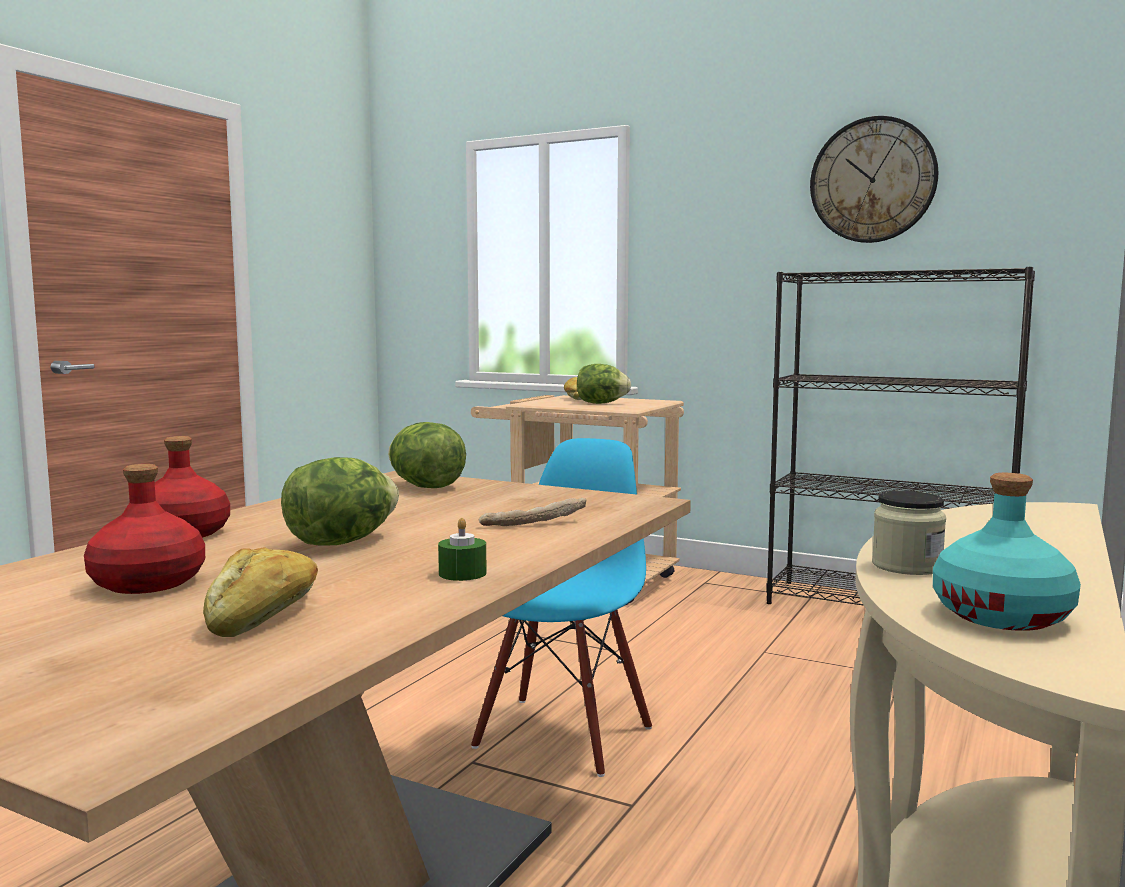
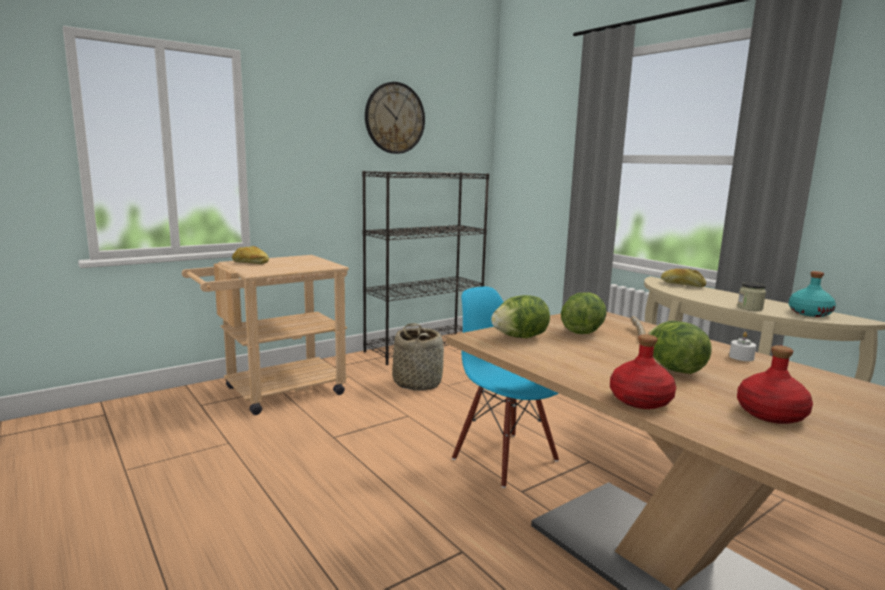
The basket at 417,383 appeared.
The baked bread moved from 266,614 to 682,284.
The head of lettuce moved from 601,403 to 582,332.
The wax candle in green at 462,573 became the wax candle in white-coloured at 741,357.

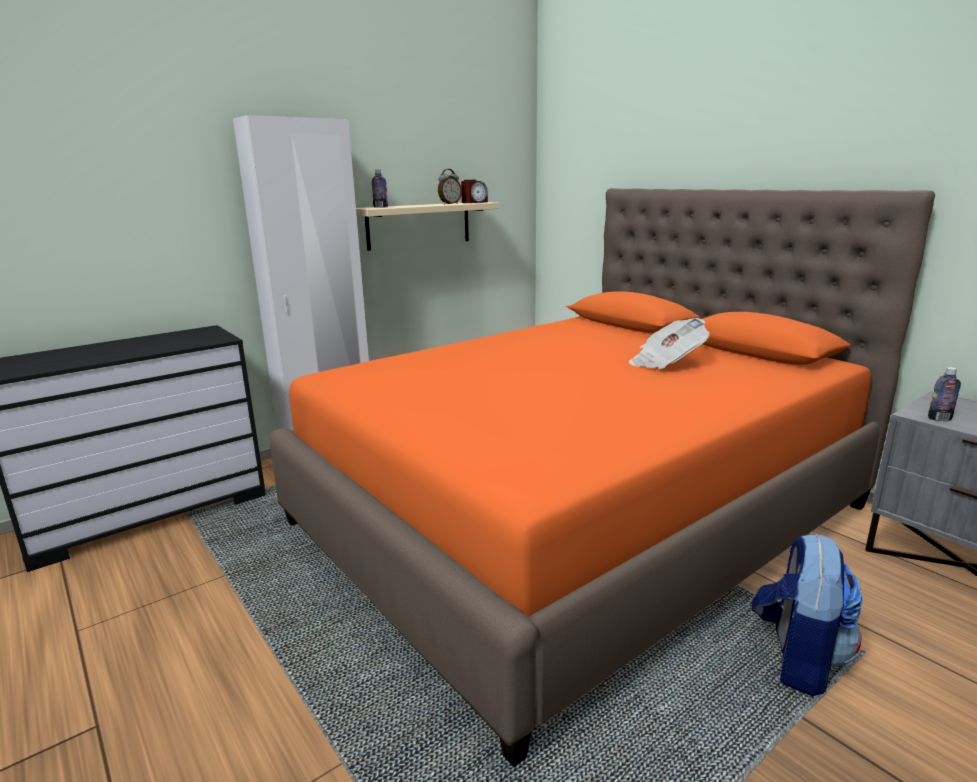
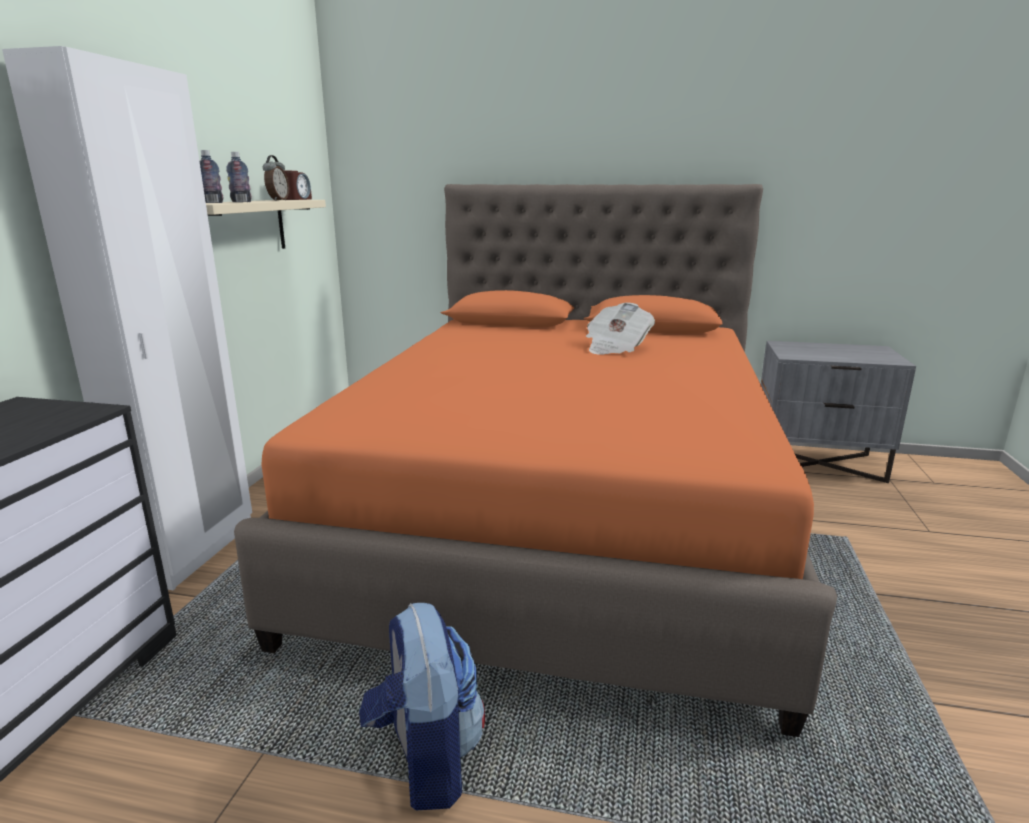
The rucksack moved from 797,658 to 425,759.
The beverage bottle moved from 939,419 to 241,202.

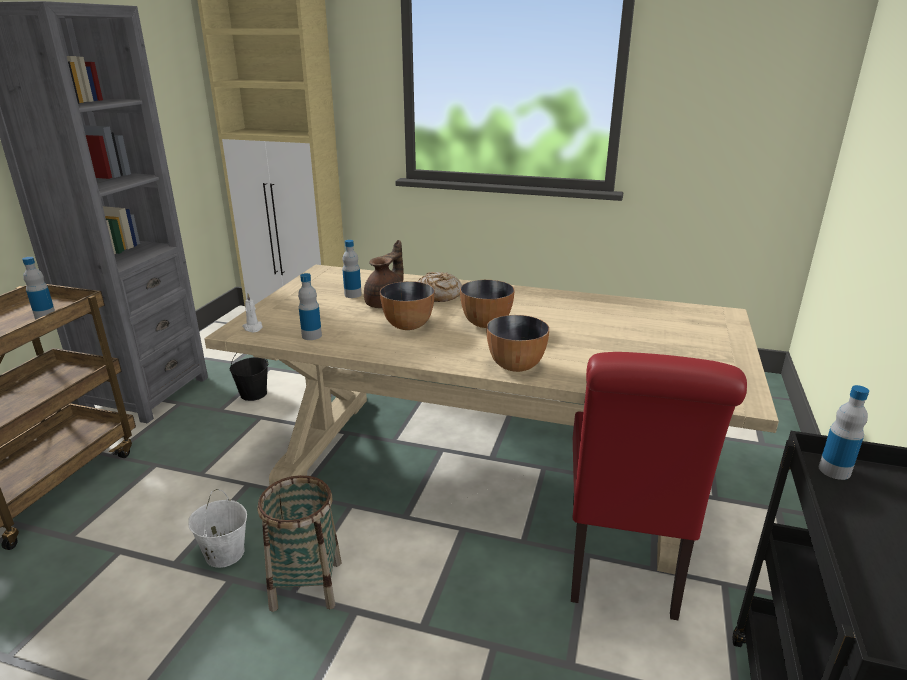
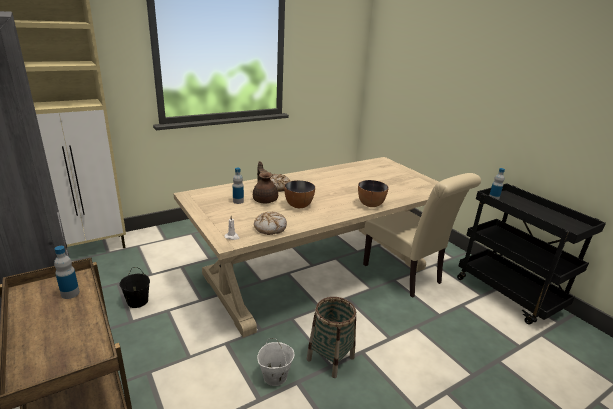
The bowl at 486,323 disappeared.
The beverage bottle at 311,336 was replaced by the baked bread at 270,227.
The chair in red at 622,562 became the chair in beige-coloured at 405,275.

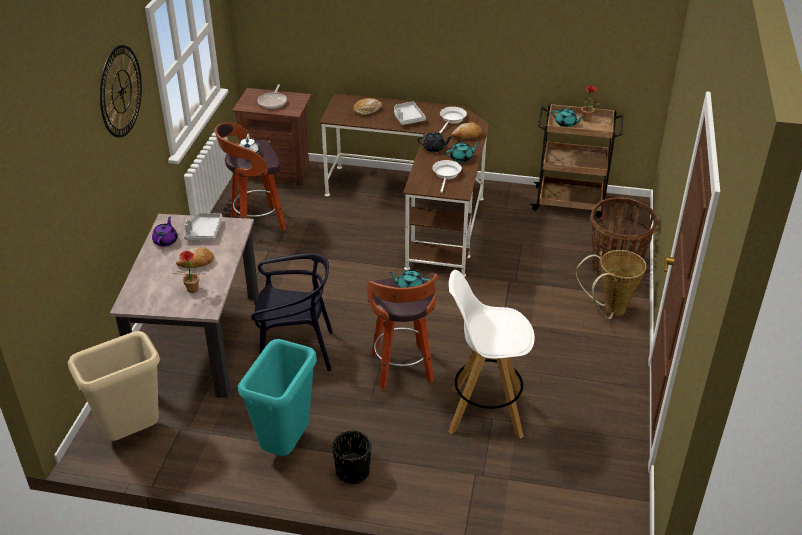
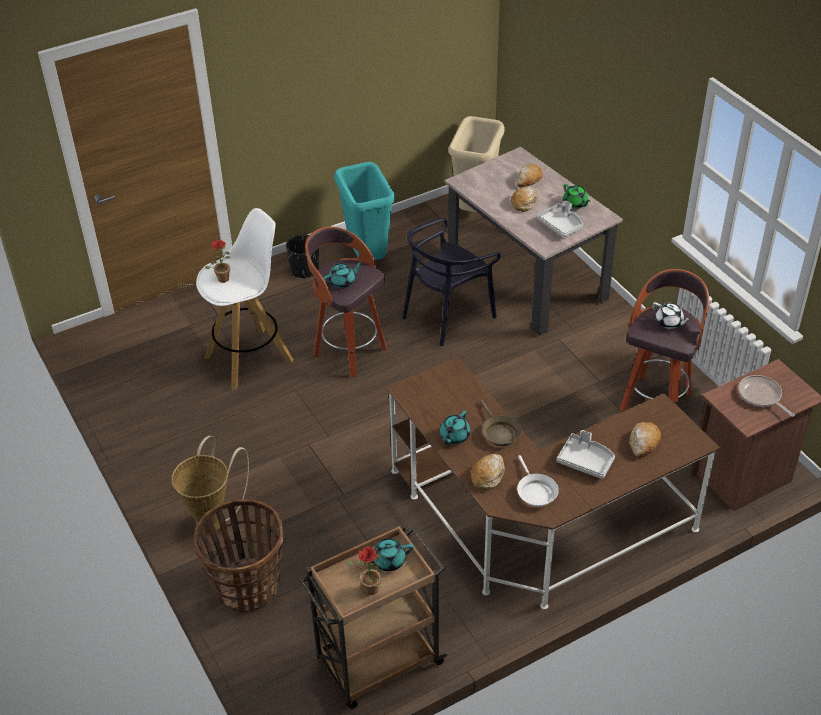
The wall clock at 121,91 disappeared.
The pan in white-coloured at 446,175 disappeared.
The baked bread at 528,180 appeared.
The houseplant moved from 191,291 to 223,277.
The pot for tea in black at 434,148 was replaced by the pan in brown at 499,432.
The pot for tea in purple-coloured at 166,241 became the pot for tea in green at 575,203.

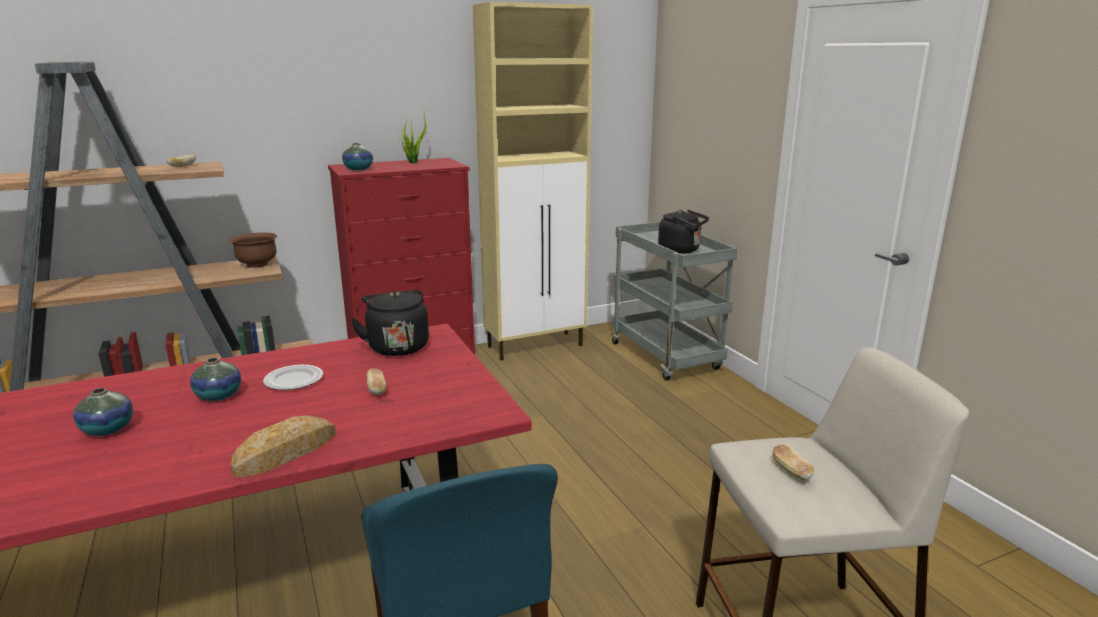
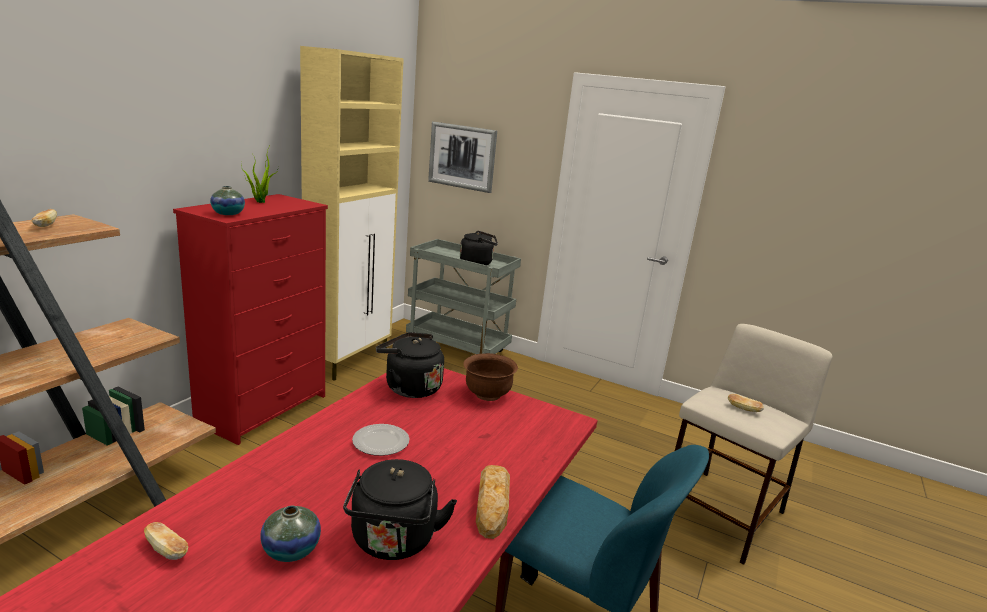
The flower vase at 218,396 disappeared.
The water kettle in black at 393,542 appeared.
The wall art at 462,156 appeared.
The bowl in brown moved from 257,264 to 487,394.
The baked bread moved from 377,389 to 167,550.

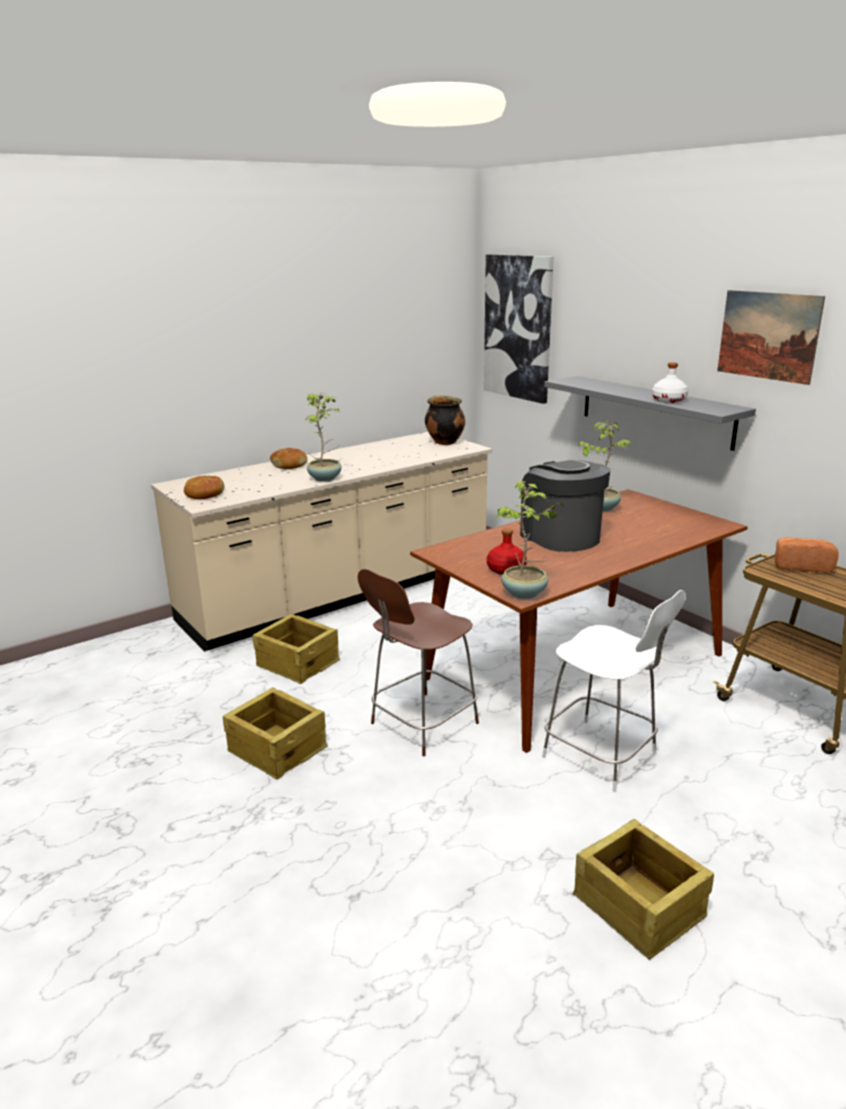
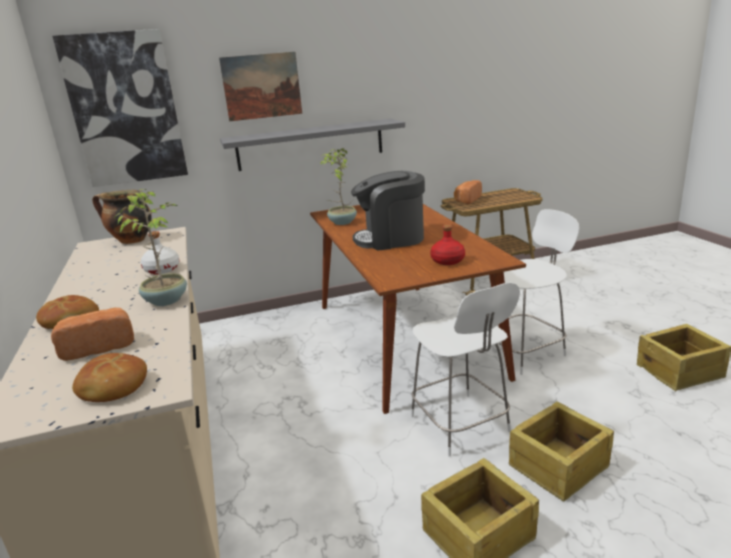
The houseplant at 525,593 disappeared.
The baked bread at 99,346 appeared.
The packing crate moved from 298,662 to 557,465.
The beverage bottle in white-coloured moved from 669,400 to 162,269.
The wall art moved from 768,336 to 262,86.
The chair in brown at 421,725 became the chair in white-coloured at 461,425.

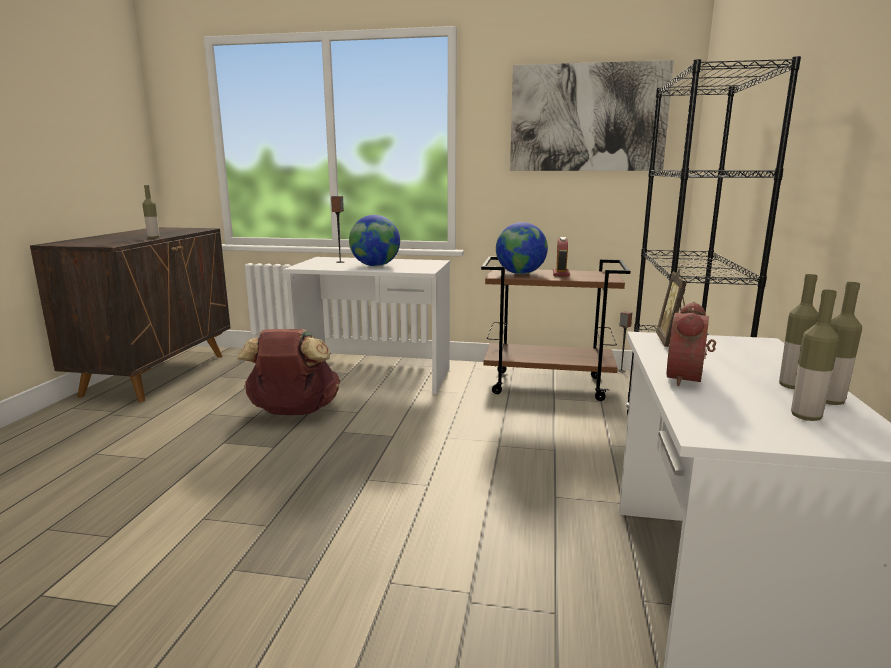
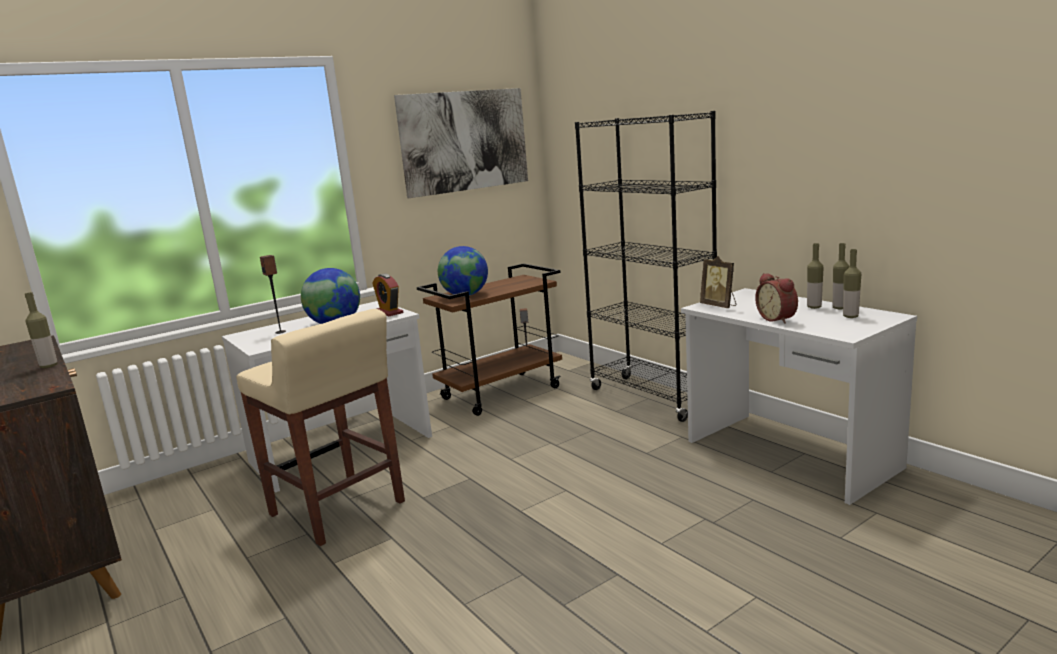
The table clock moved from 561,273 to 389,312.
The rucksack in brown at 293,412 was replaced by the stool in beige-coloured at 338,509.

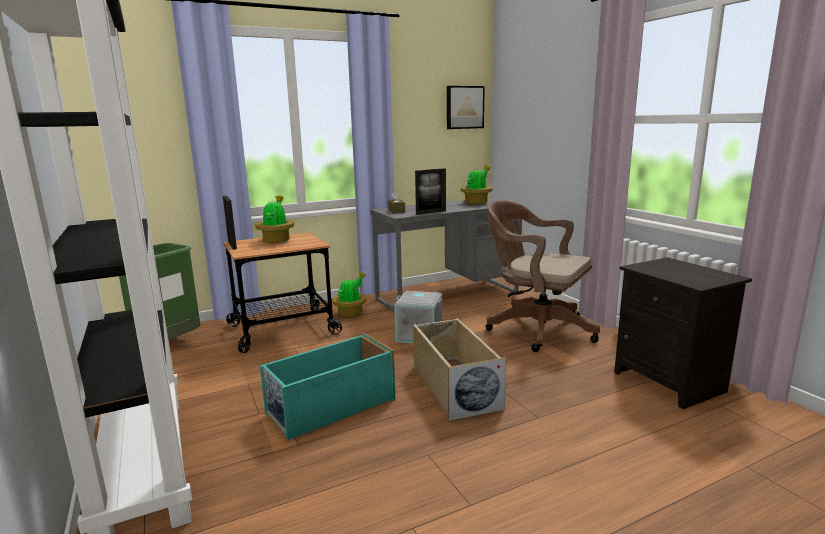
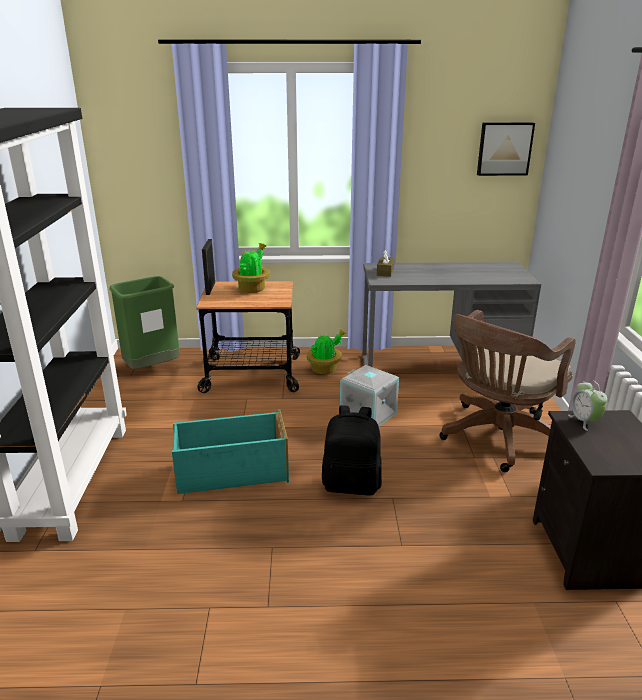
The photo frame at 431,212 disappeared.
The houseplant at 476,202 disappeared.
The table clock at 584,421 appeared.
The storage box in beige-coloured at 454,386 was replaced by the rucksack in black at 352,484.
The office chair in brown at 535,328 turned 105 degrees counterclockwise.

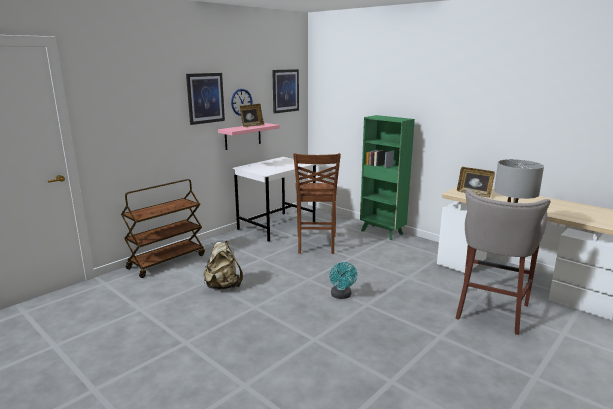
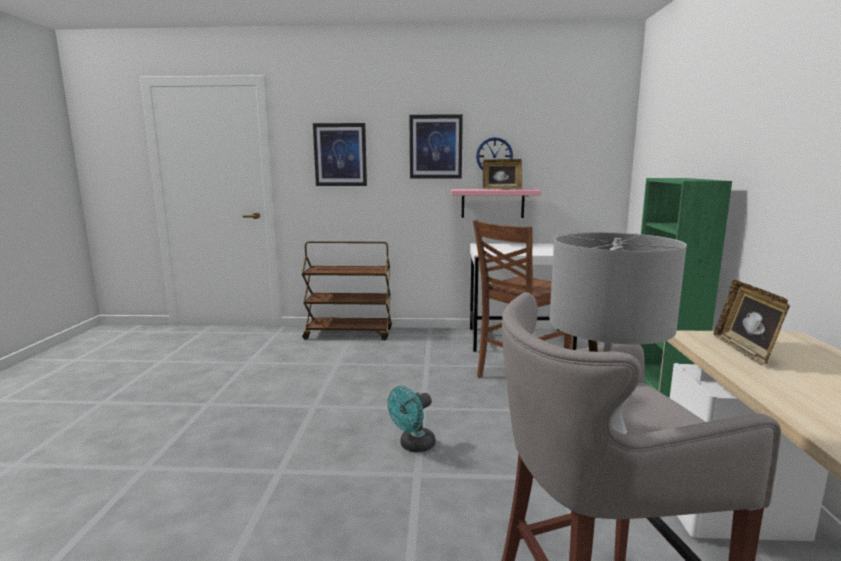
The rucksack in beige-coloured at 223,286 disappeared.
The wall art moved from 285,91 to 340,155.

